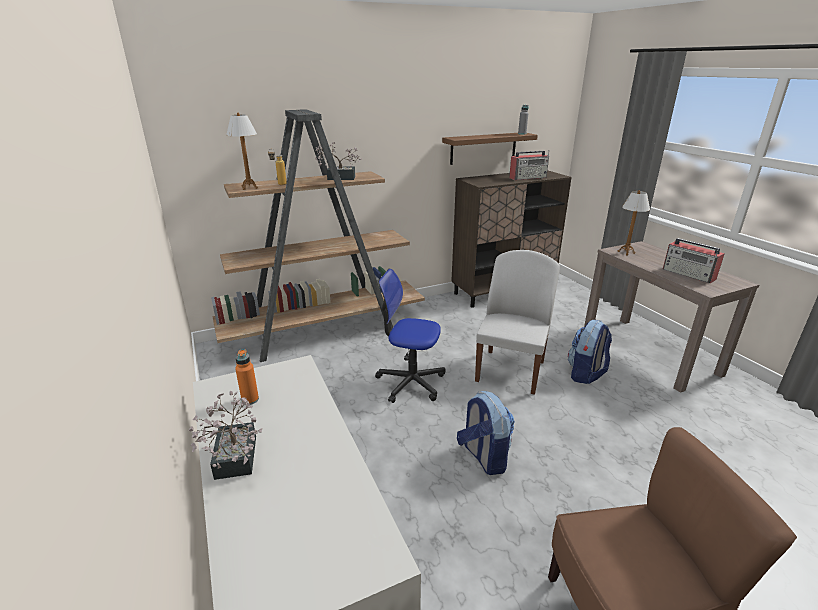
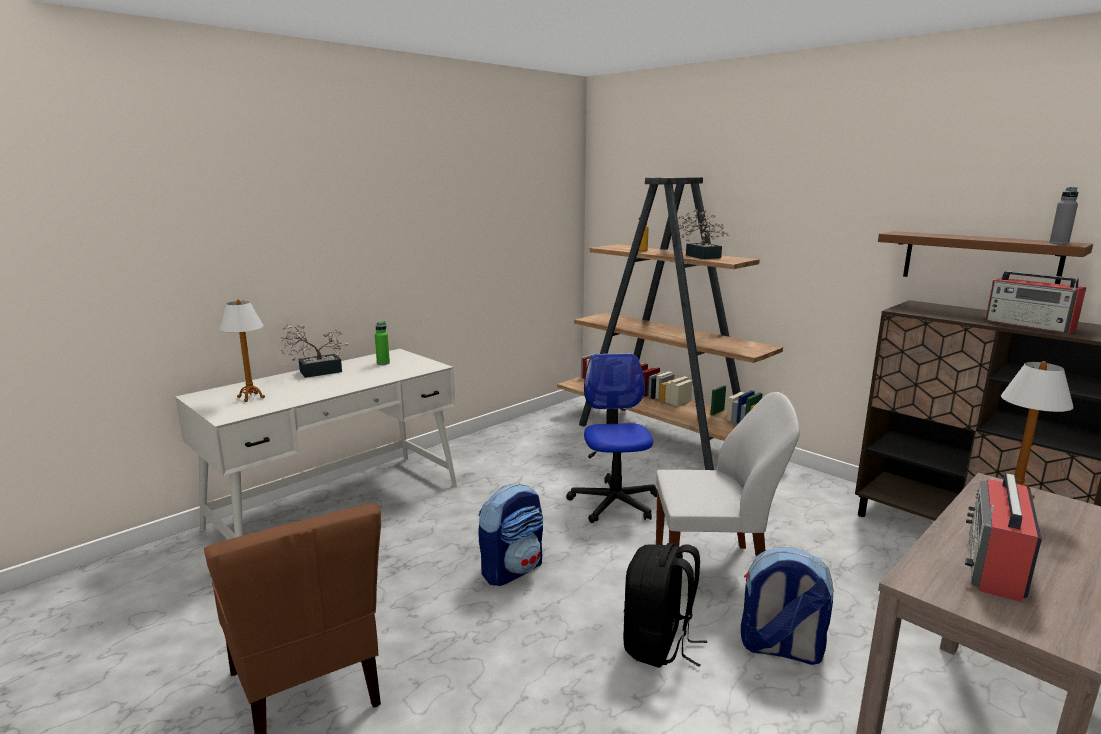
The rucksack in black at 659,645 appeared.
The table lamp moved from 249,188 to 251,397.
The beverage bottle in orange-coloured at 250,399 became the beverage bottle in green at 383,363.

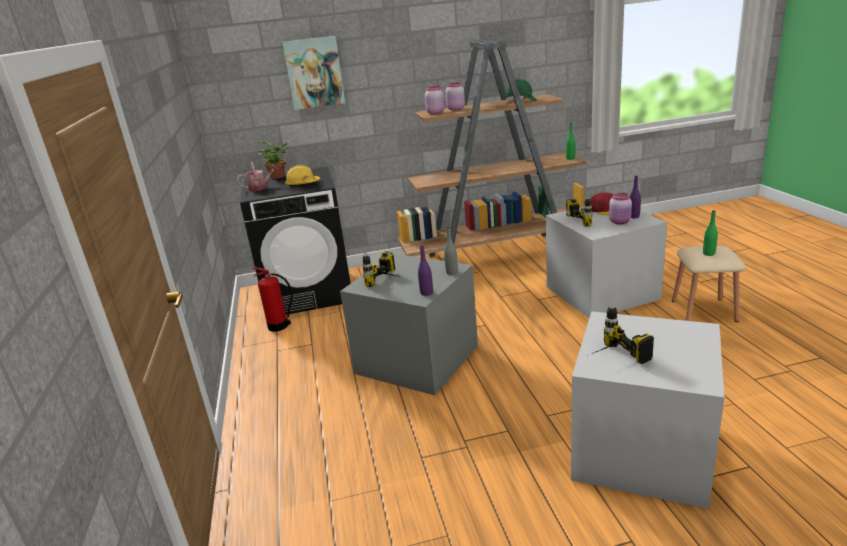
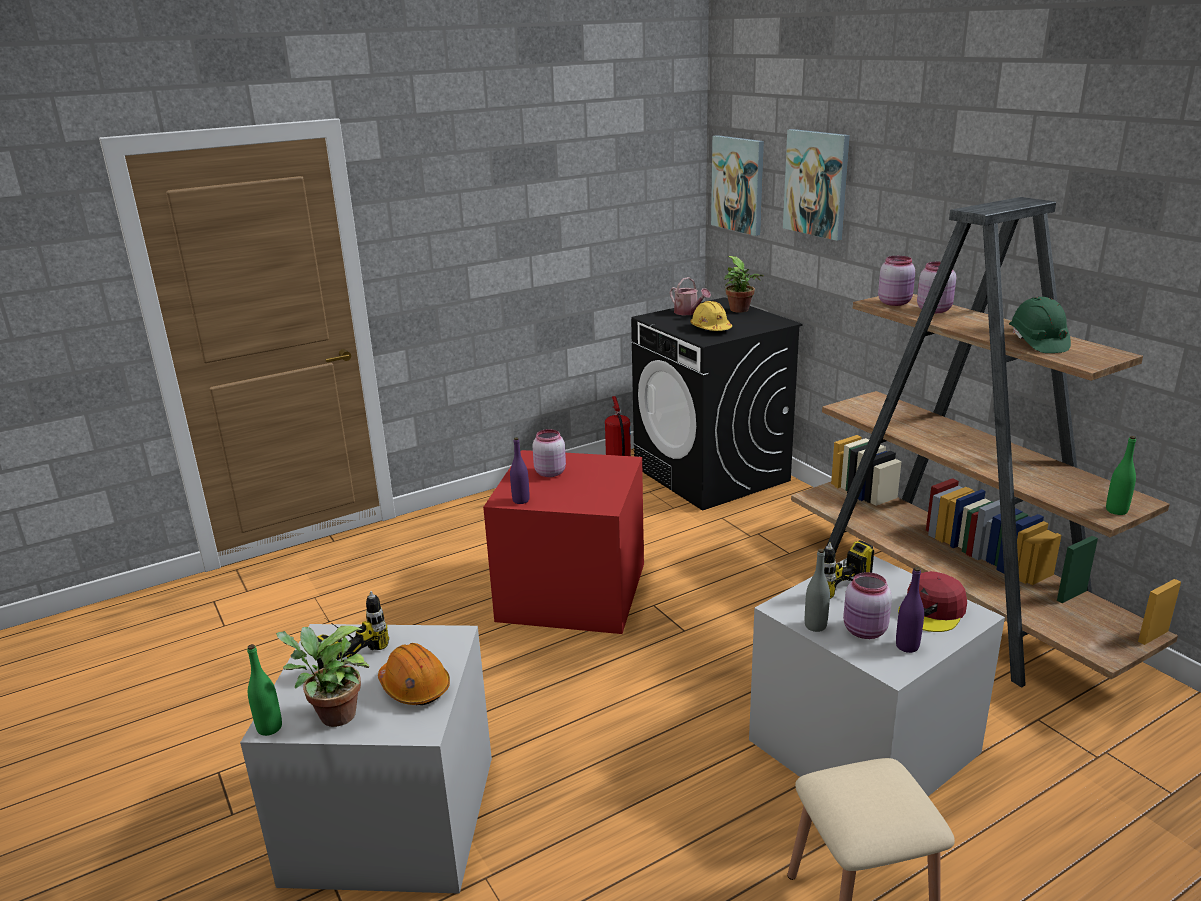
The houseplant at 333,716 appeared.
The safety helmet in orange-coloured at 414,687 appeared.
The wall art at 738,184 appeared.
The beverage bottle in gray moved from 452,272 to 815,626.
The beverage bottle in green moved from 708,254 to 269,728.
The electric drill at 390,282 was replaced by the jar in pink at 549,472.
The storage box in gray at 416,358 became the storage box in red at 575,591.

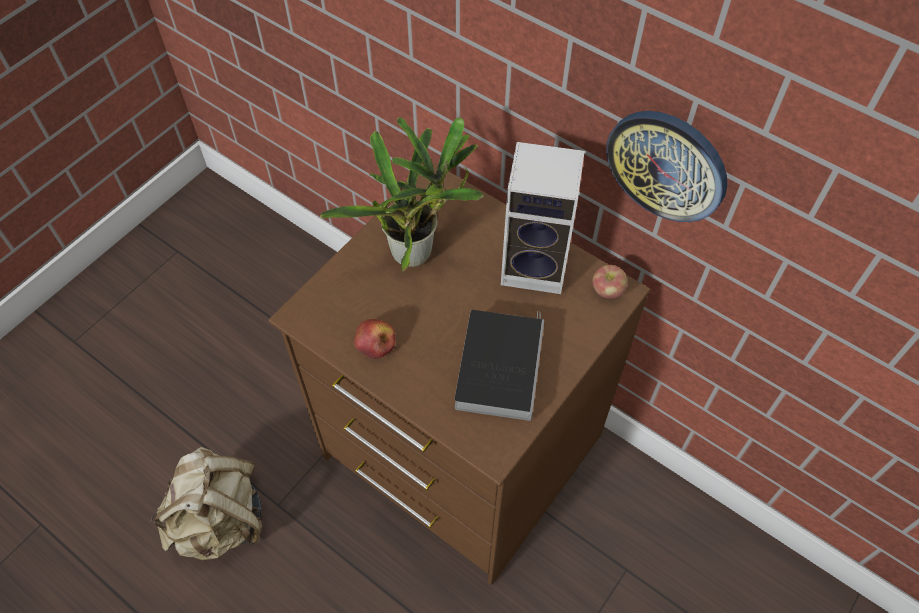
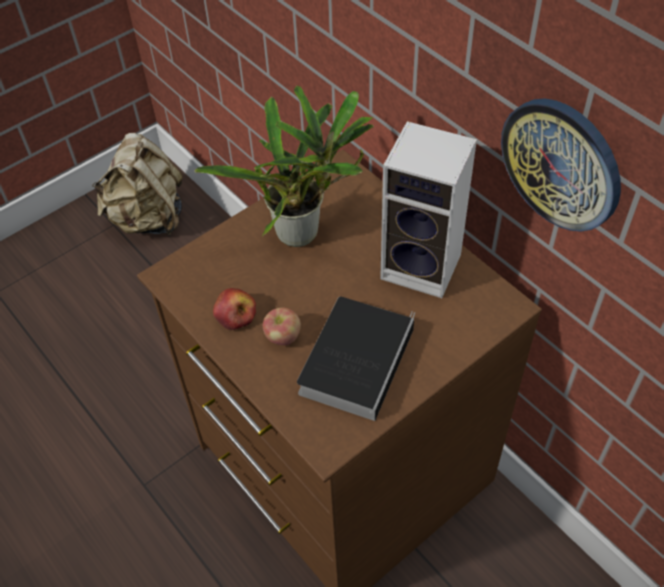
The rucksack in beige-coloured moved from 221,520 to 148,218.
The apple fruit moved from 607,291 to 283,337.

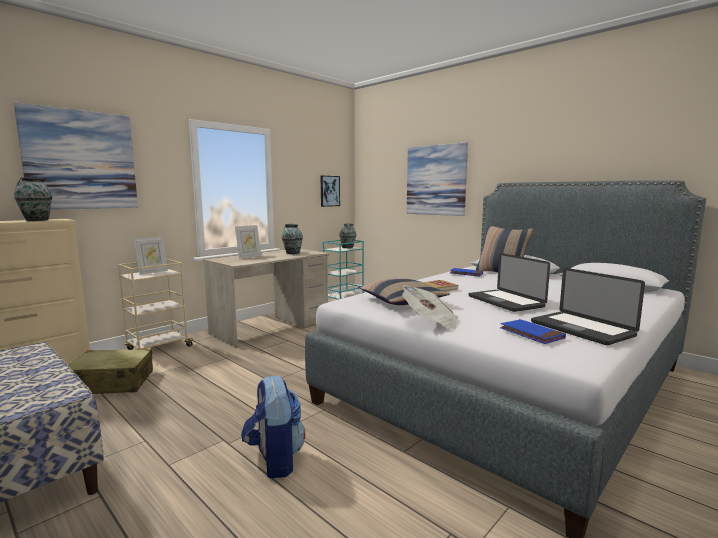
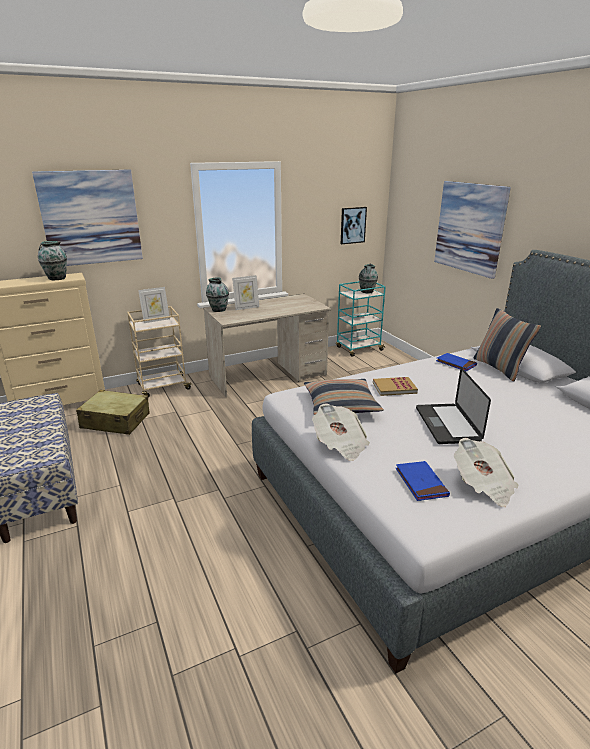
The rucksack at 274,460 disappeared.
The flower vase moved from 292,253 to 218,309.
The portable computer at 581,329 was replaced by the printed paper at 483,485.

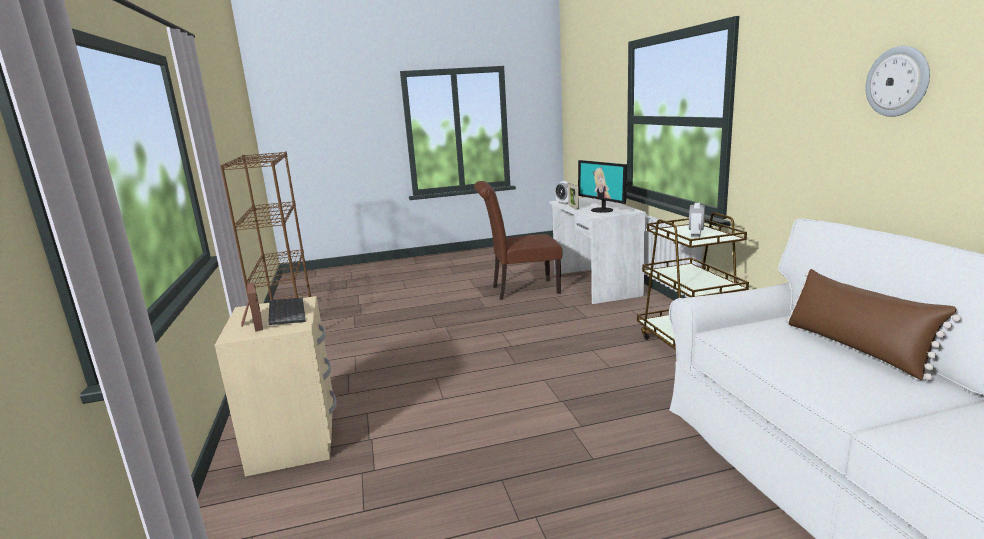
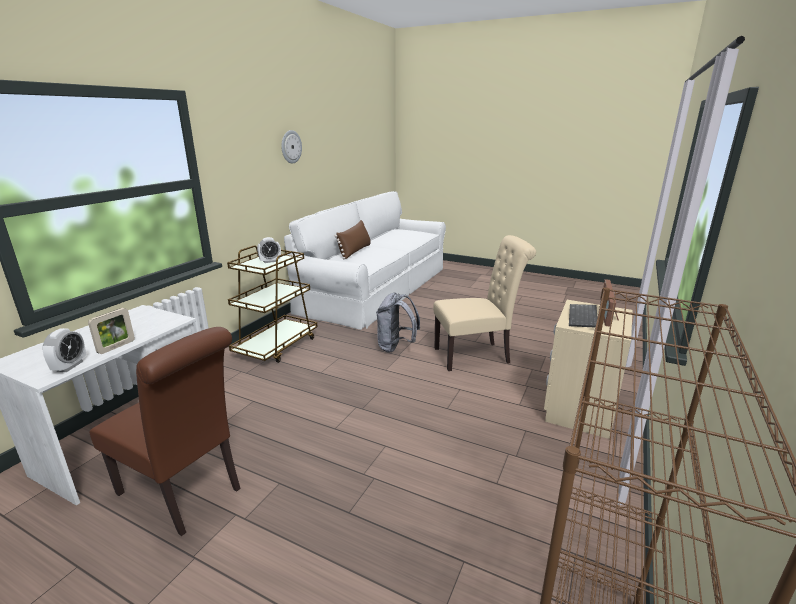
The computer display at 602,210 disappeared.
The rucksack in gray at 396,347 appeared.
The chair in beige-coloured at 476,355 appeared.

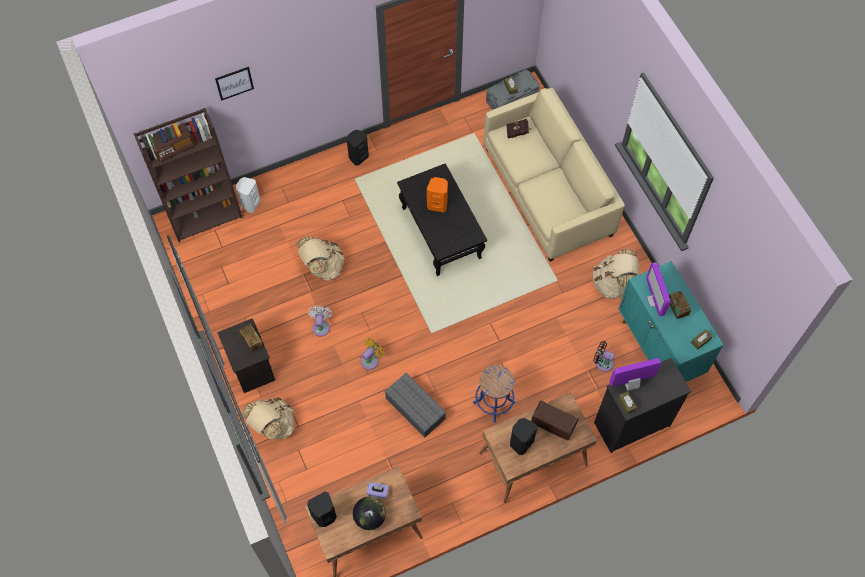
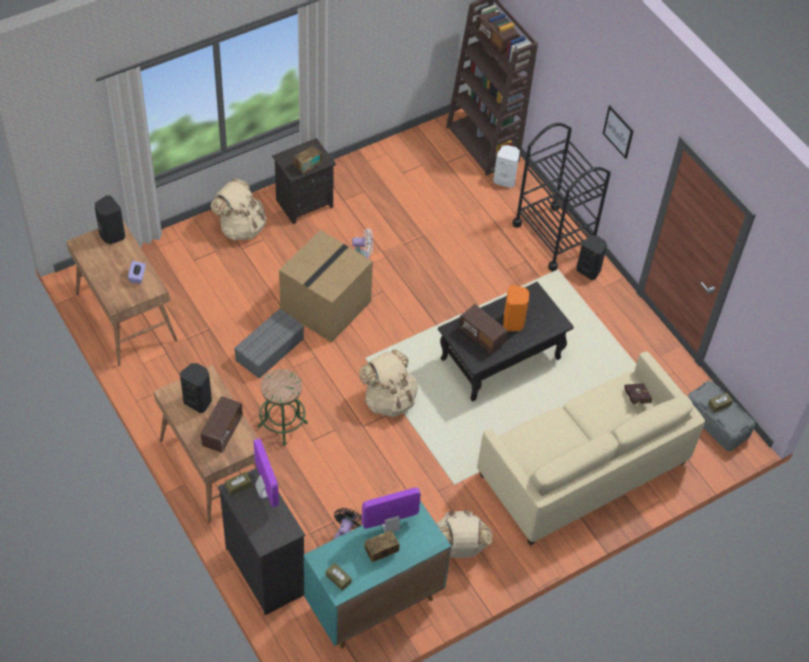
The globe at 370,517 disappeared.
The radio at 481,336 appeared.
The cart in black at 554,237 appeared.
The wall art moved from 234,83 to 618,132.
The rucksack in beige-coloured moved from 323,267 to 389,400.
The electric fan in yellowish at 371,359 was replaced by the cardboard box at 325,304.
The stool in blue at 494,402 became the stool in green at 282,424.

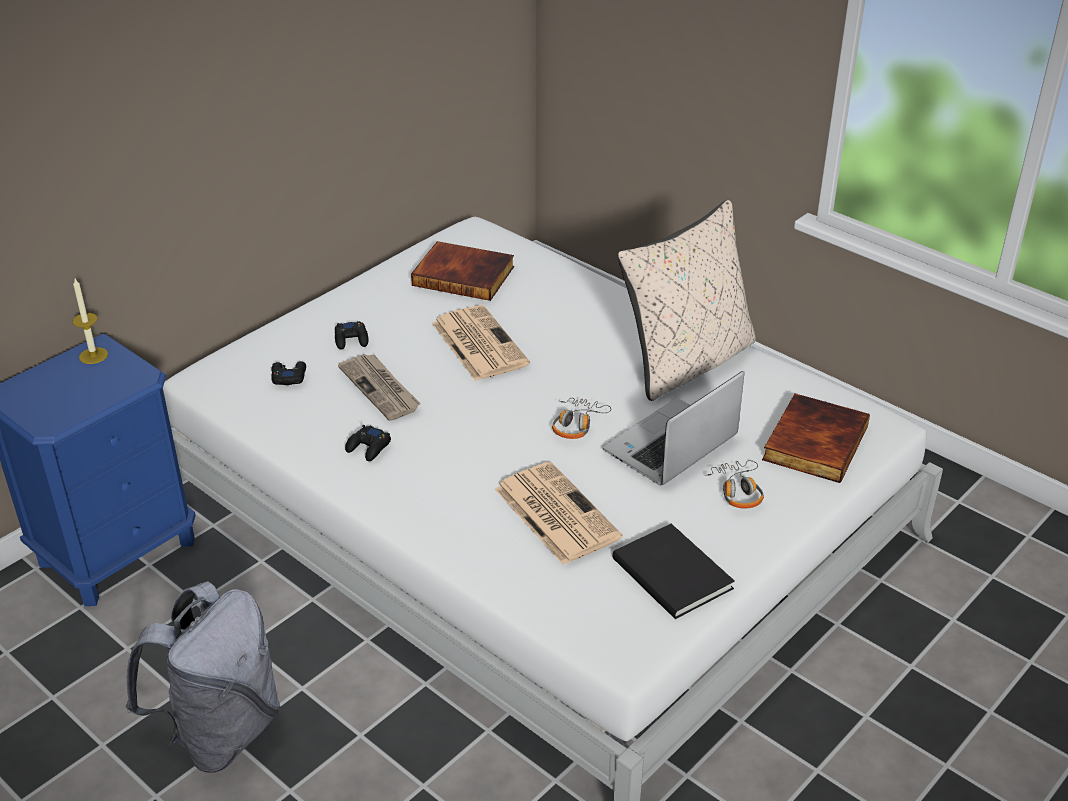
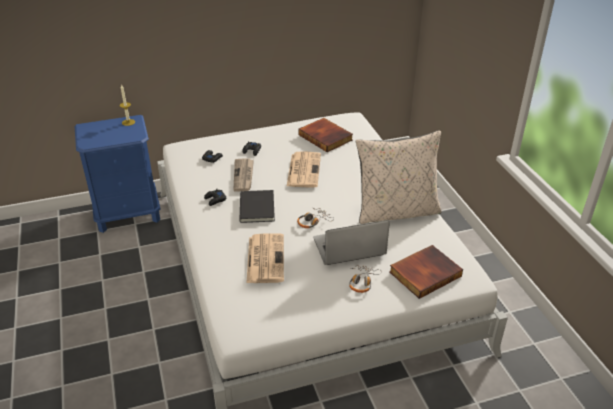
The rucksack in gray at 221,732 disappeared.
The bound book in black moved from 673,571 to 258,207.

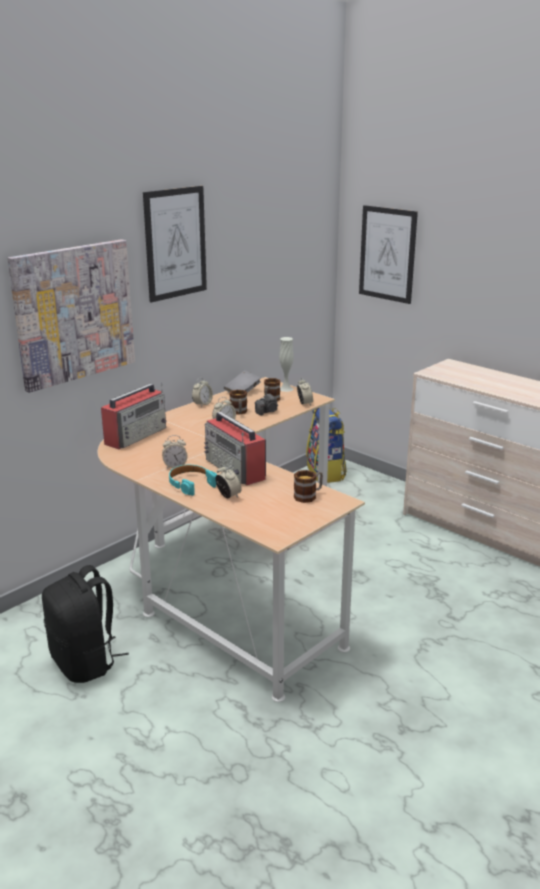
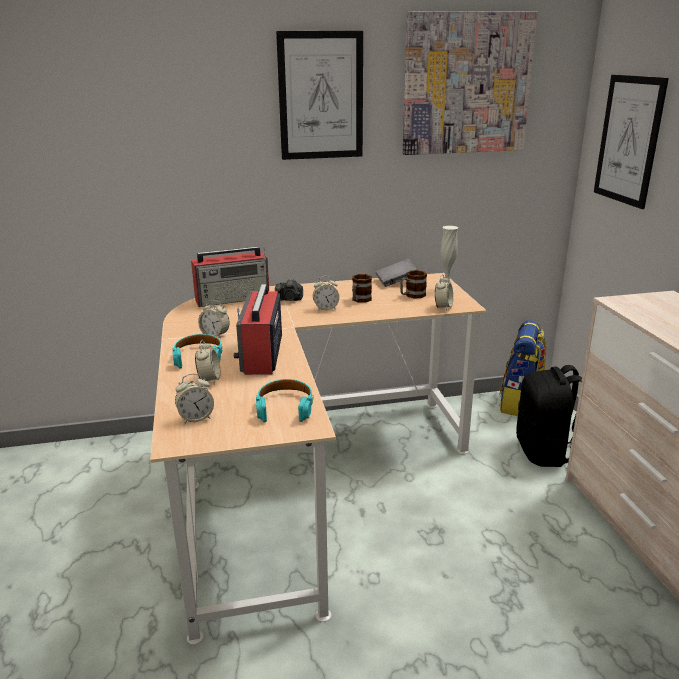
The wall art moved from 74,313 to 466,84.
The rucksack in black moved from 85,662 to 545,452.
The table clock moved from 202,404 to 196,418.
The photo camera moved from 267,412 to 289,299.
The coffee mug at 308,496 was replaced by the headset in turquoise-coloured at 285,407.

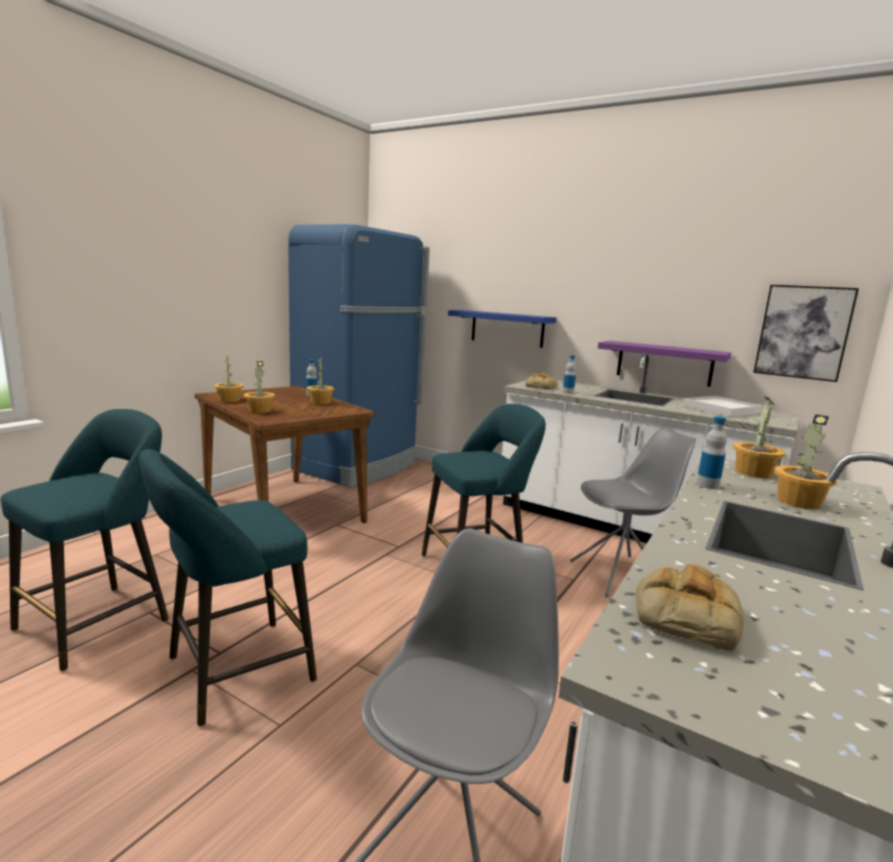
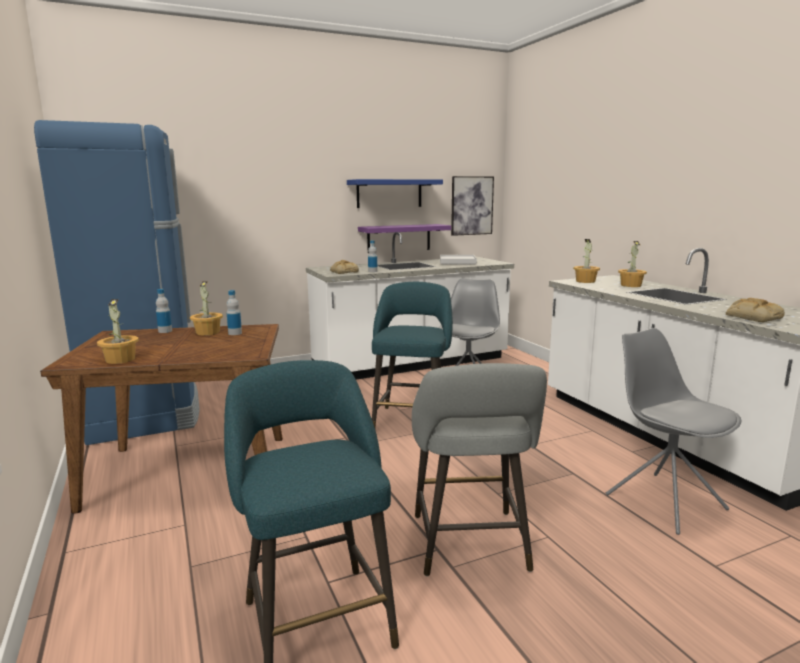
The houseplant at 259,410 disappeared.
The bracket shelf in blue moved from 507,328 to 389,193.
The beverage bottle moved from 707,485 to 235,333.
The stool in turquoise-coloured at 232,672 became the stool in gray at 471,547.

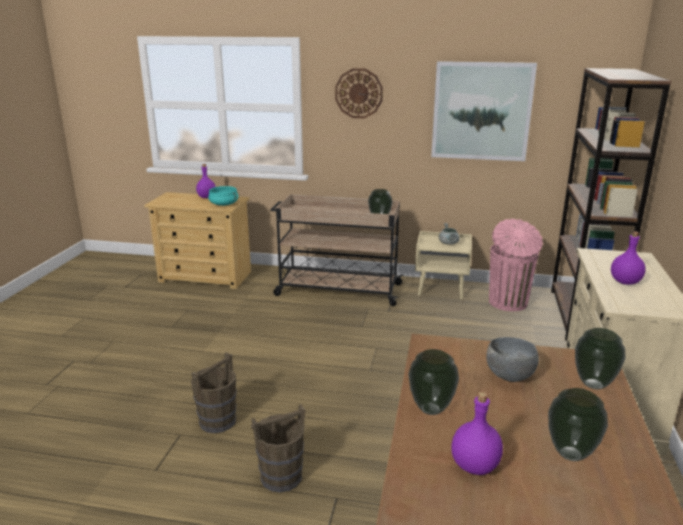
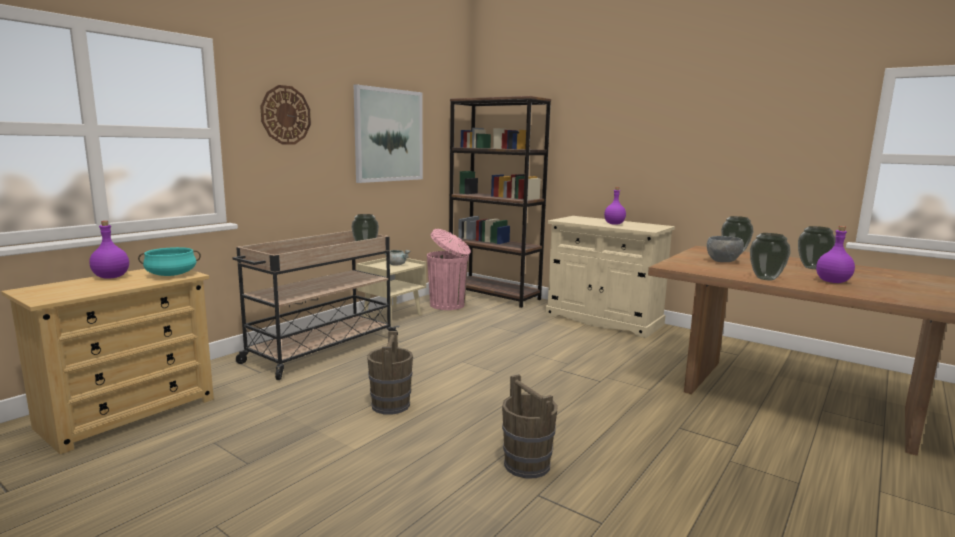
The water bucket in brown moved from 281,477 to 390,405.

